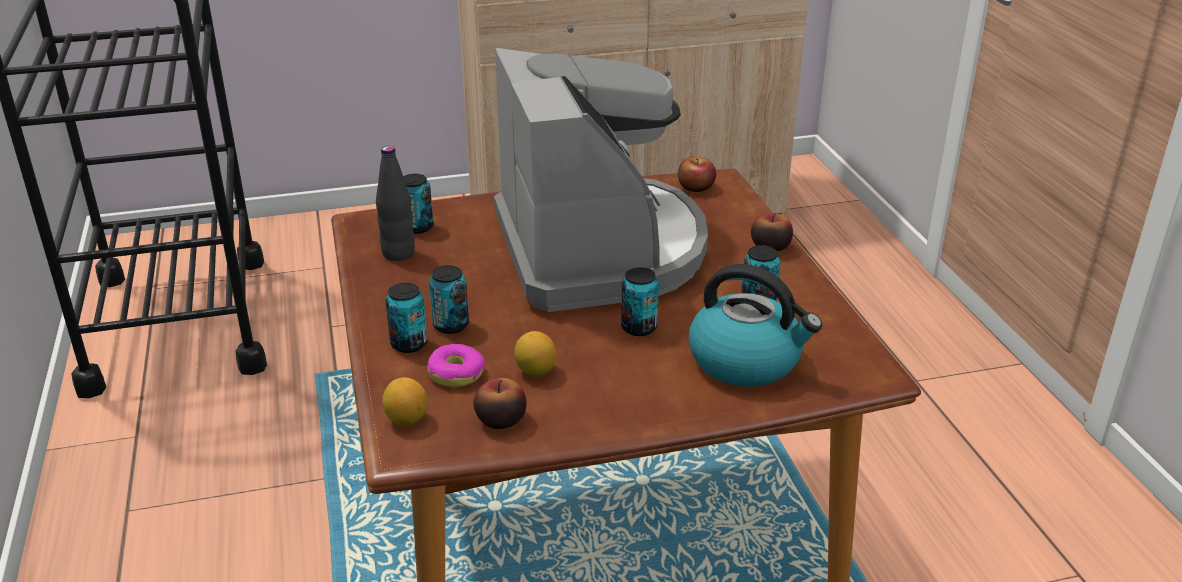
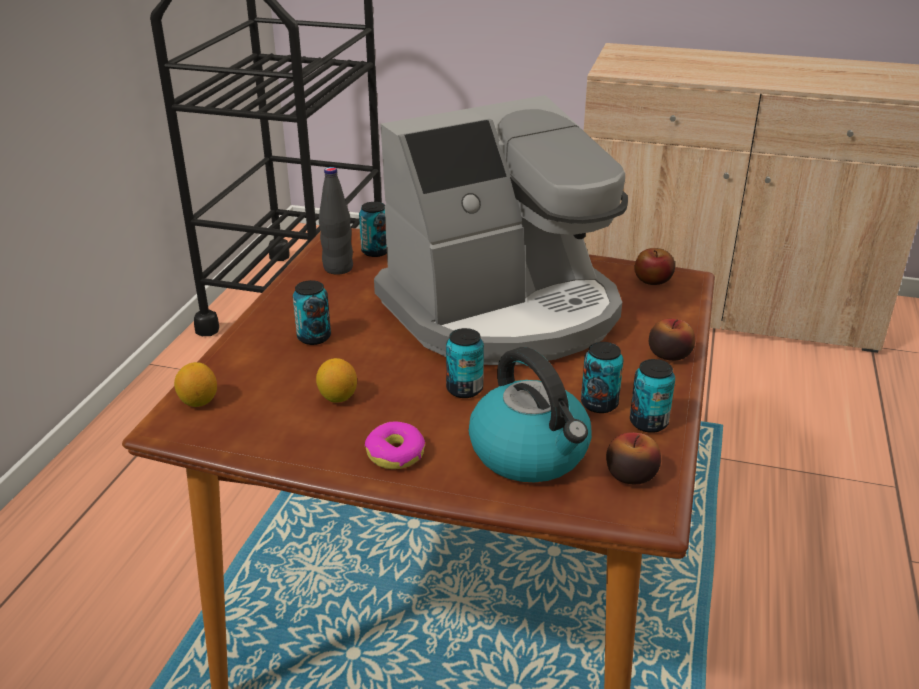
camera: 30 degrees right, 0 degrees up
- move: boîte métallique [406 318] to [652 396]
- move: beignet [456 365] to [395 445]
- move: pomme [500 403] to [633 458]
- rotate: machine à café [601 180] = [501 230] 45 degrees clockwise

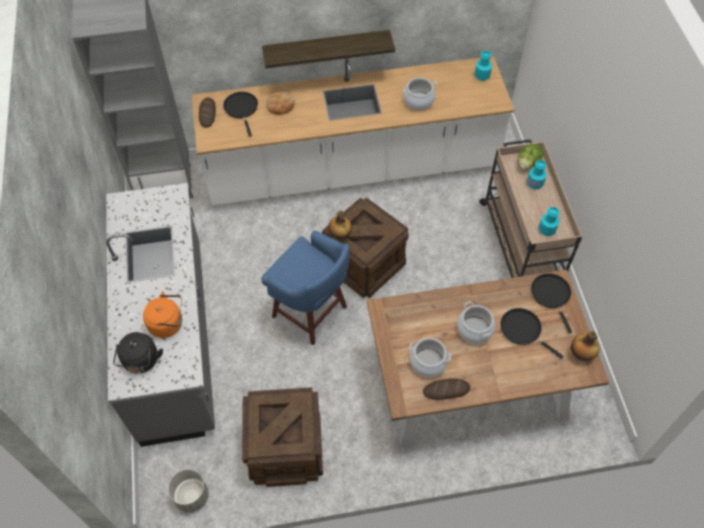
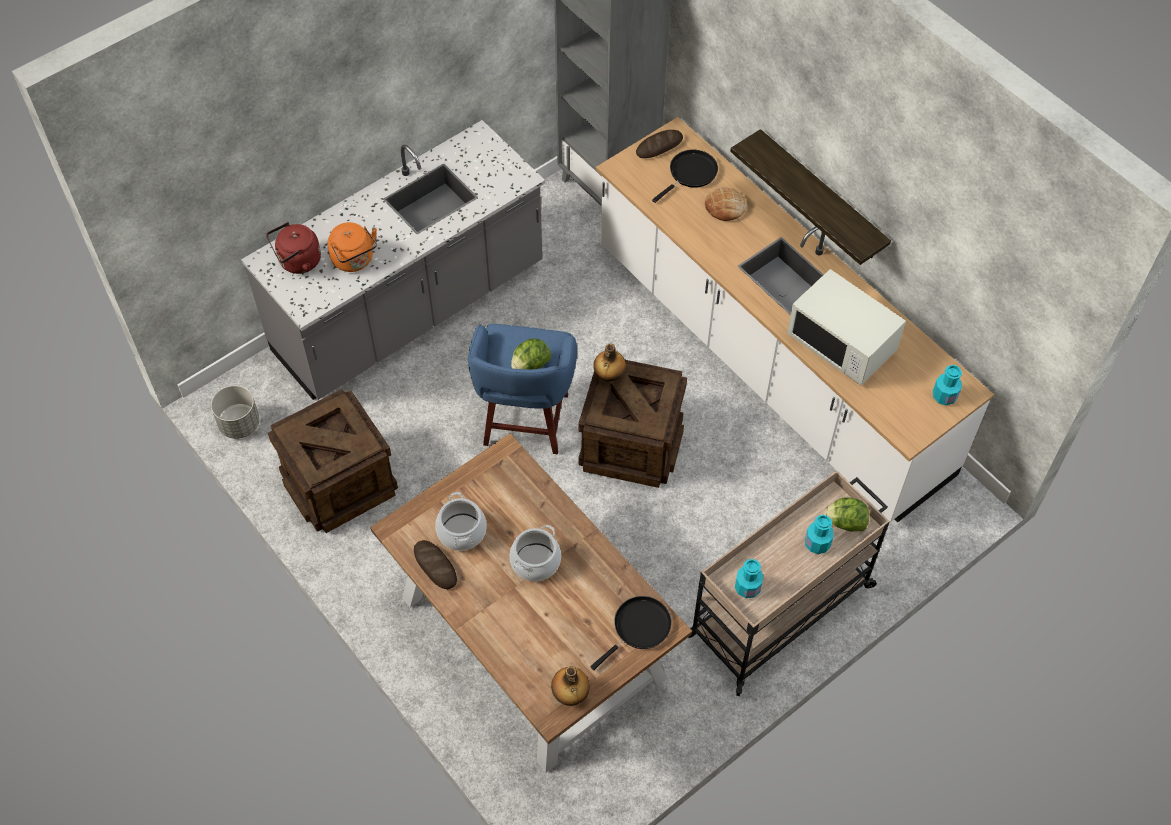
camera: 60 degrees right, 0 degrees up
- delete: poêle/noir [532 333]
- insert: laitue [531 353]
- replace: marmite [420 93] to micro-ondes/blanc [846 327]
- recolor: bouilloire/noir [138 353] to bouilloire/rouge [293 248]

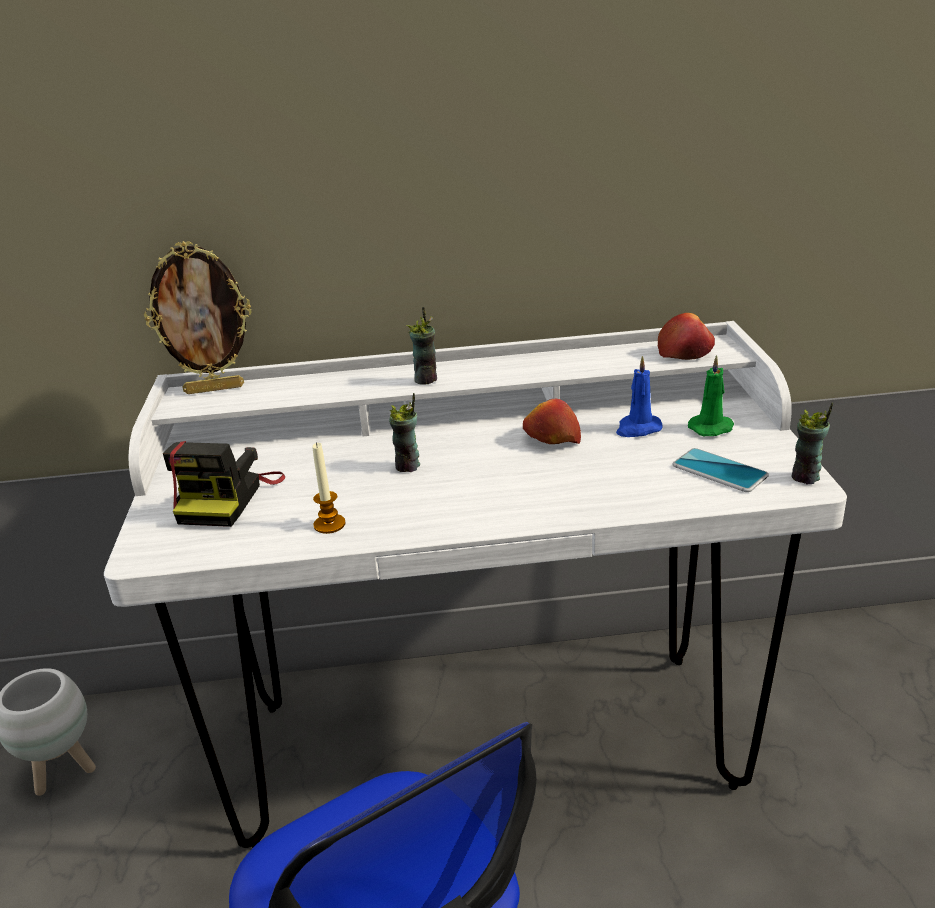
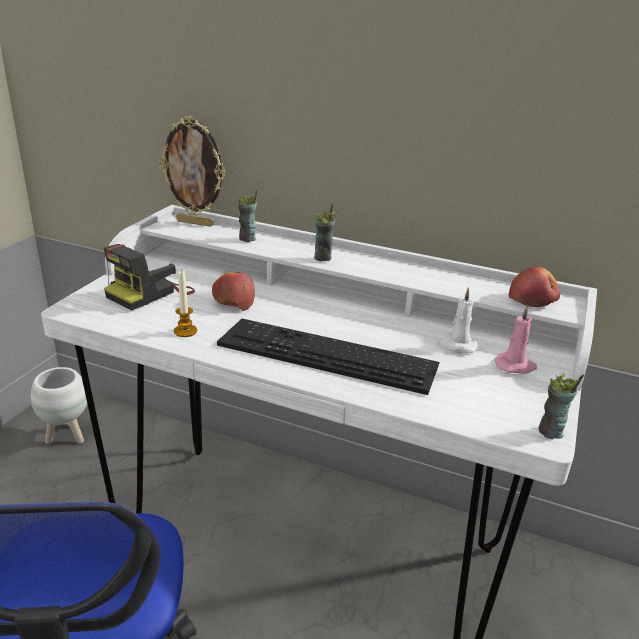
camera: 25 degrees right, 0 degrees up
- delete: téléphone [721 470]
- insert: clavier [328 357]
- move: tasse [404 432] to [248 216]
- move: pomme [552 421] to [233 291]
- recolor: bougie/bleu [639 396] to bougie/blanc [457 320]
- recolor: bougie/vert [711 395] to bougie/rose [515 339]

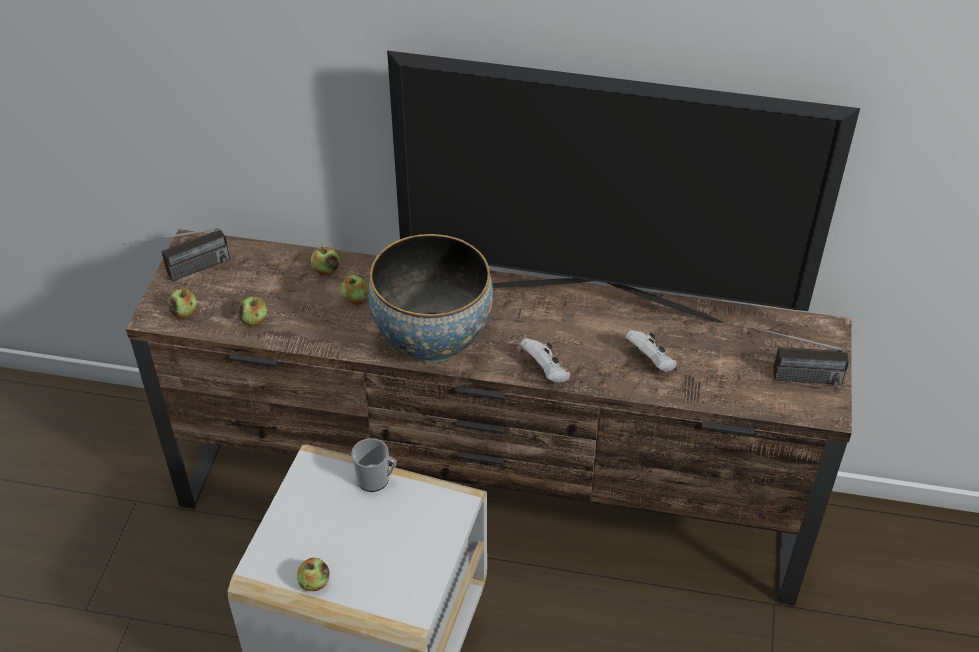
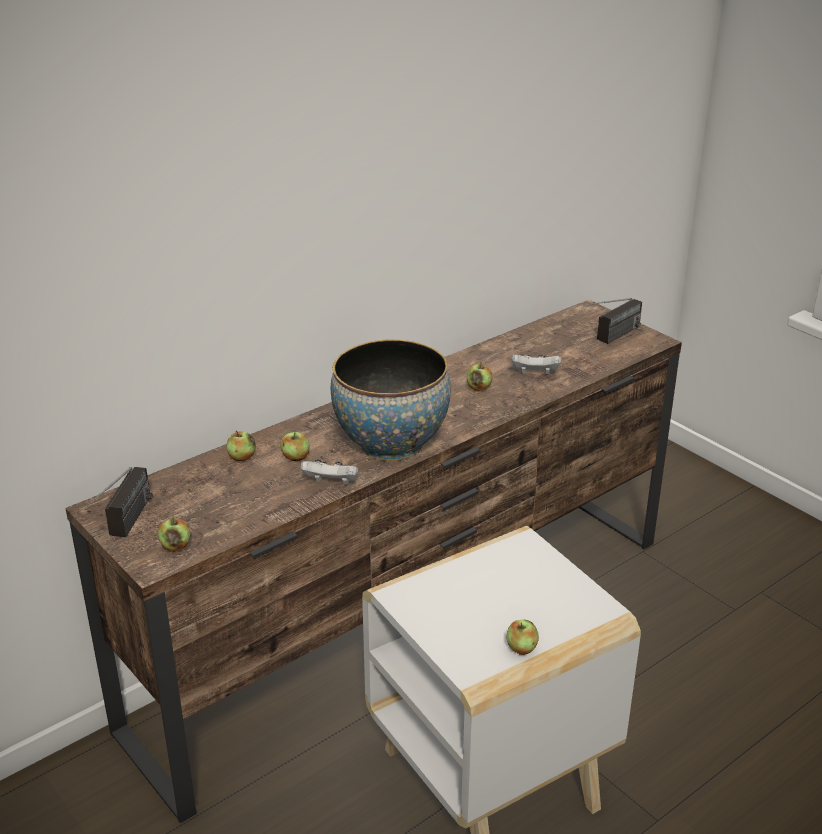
camera: 50 degrees left, 15 degrees down
- delete: mug [374 465]
- delete: téléviseur [623 187]
- move: pomme [252 311] to [479 376]
- move: manette/blanc [545 360] to [329 472]

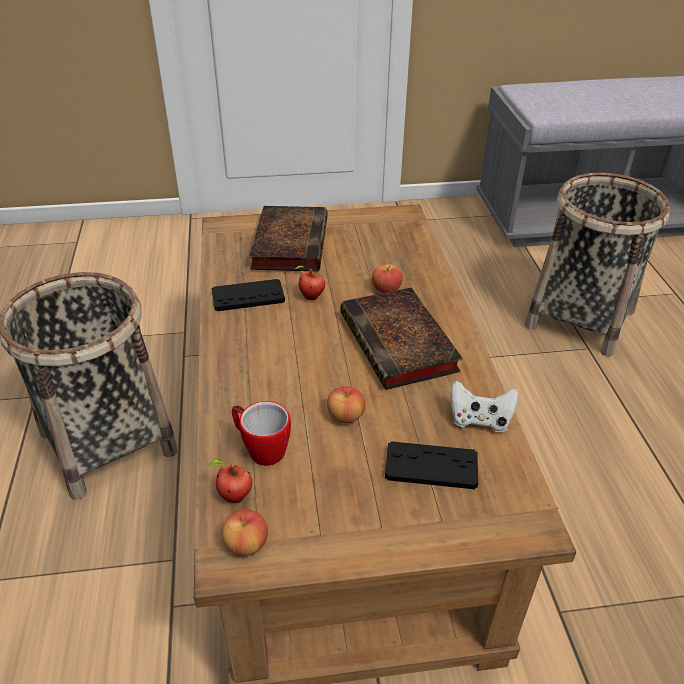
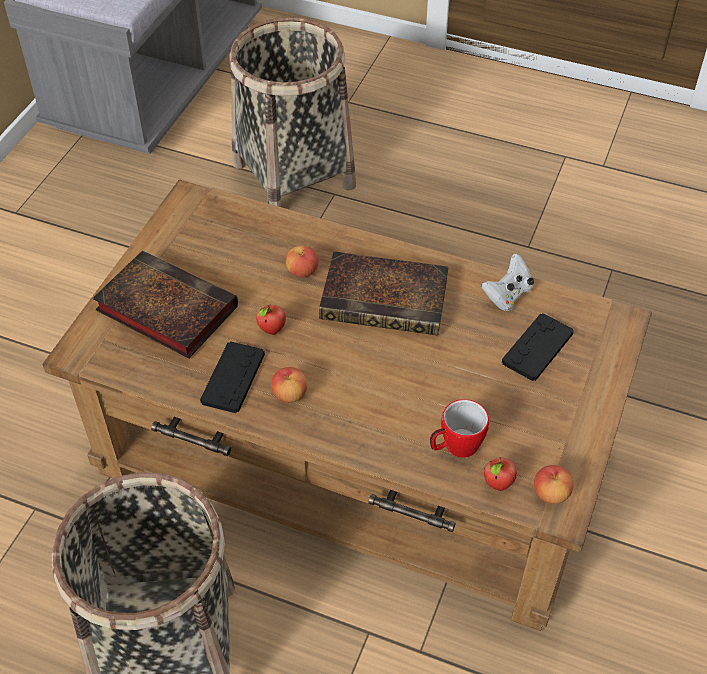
camera: 60 degrees left, 10 degrees up
- move: pomme [346 404] to [289 385]

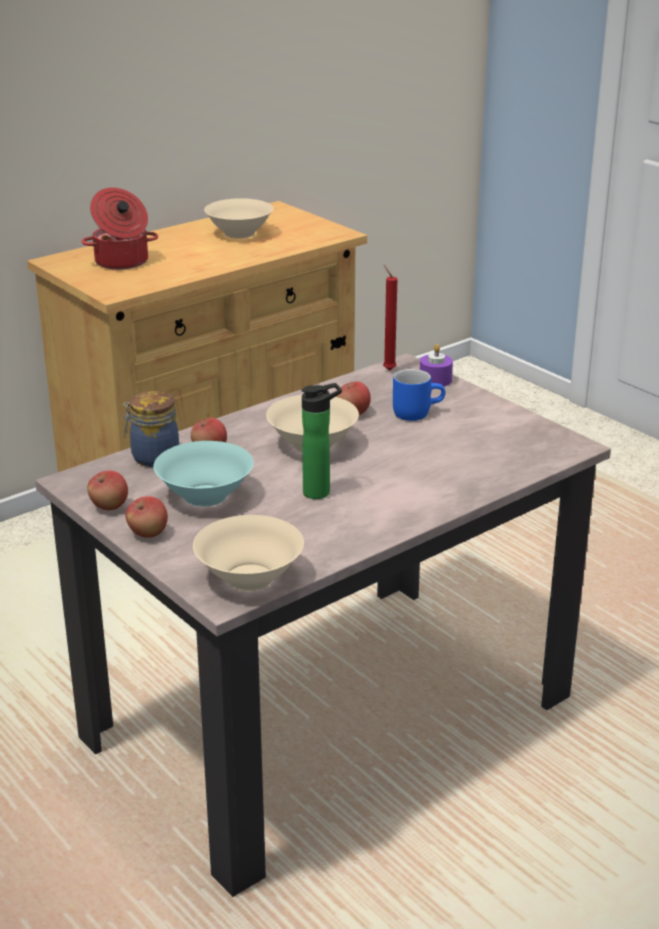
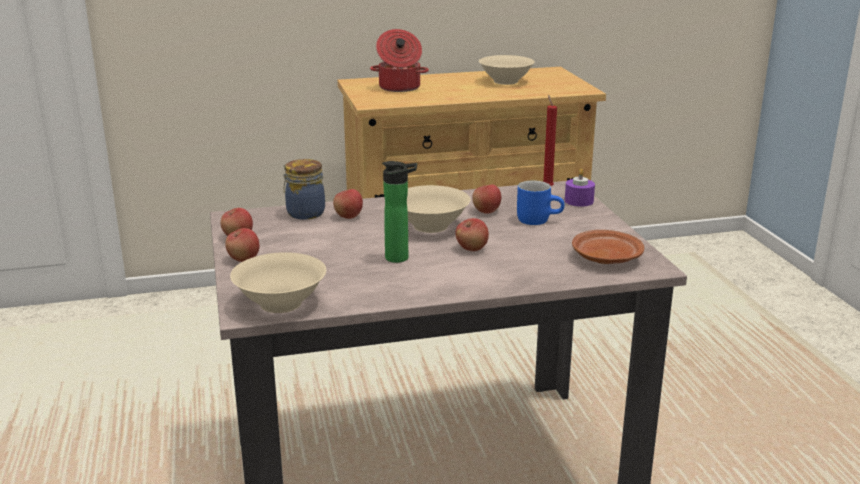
camera: 25 degrees right, 5 degrees down
- delete: bol/turquoise [204 474]
- insert: pomme [472 234]
- insert: assiette/marron [608 247]

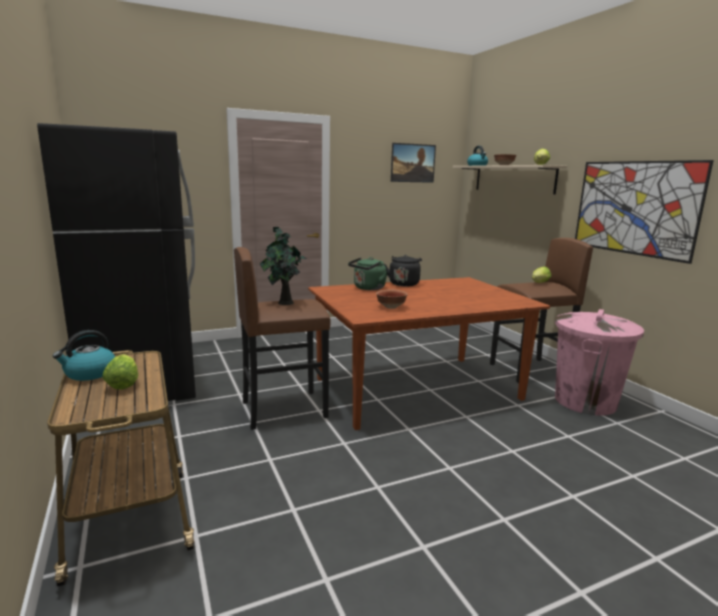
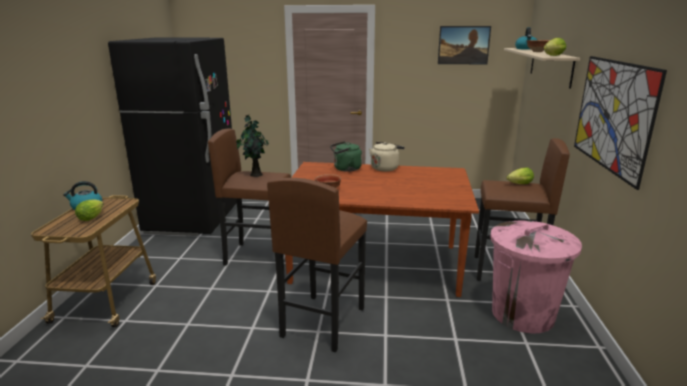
camera: 30 degrees right, 5 degrees up
- insert: tabouret/marron [317 265]
- recolor: bouilloire/noir [402 270] to bouilloire/beige [387 156]

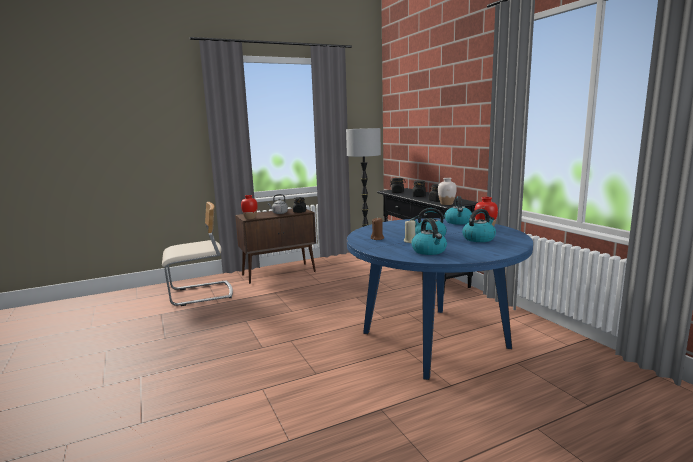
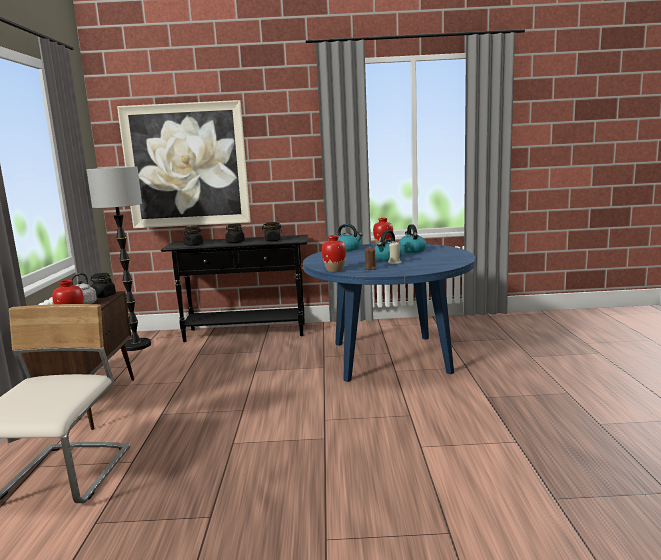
camera: 65 degrees left, 0 degrees up
- delete: bouilloire [429 236]
- delete: vase/blanc [447 191]
- insert: tableau [184 164]
- insert: vase/rouge [334 253]

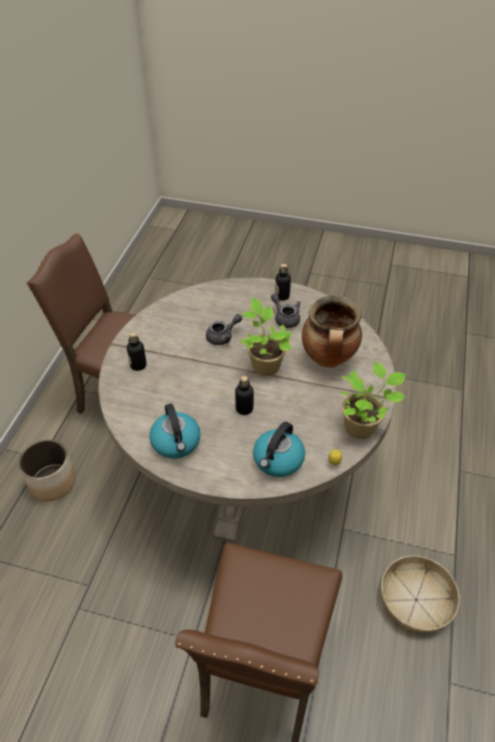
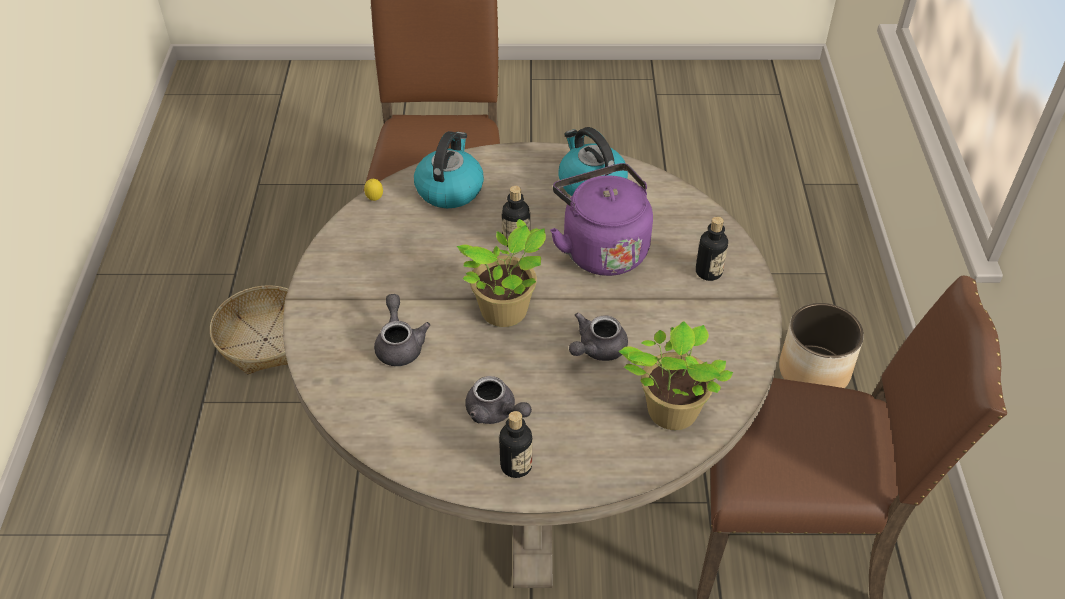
camera: 165 degrees right, 0 degrees up
- insert: bouilloire/violet [601 219]
- move: plante en pot [372 400] to [676 375]
- replace: marmite [332 331] to théière/gris [402 330]

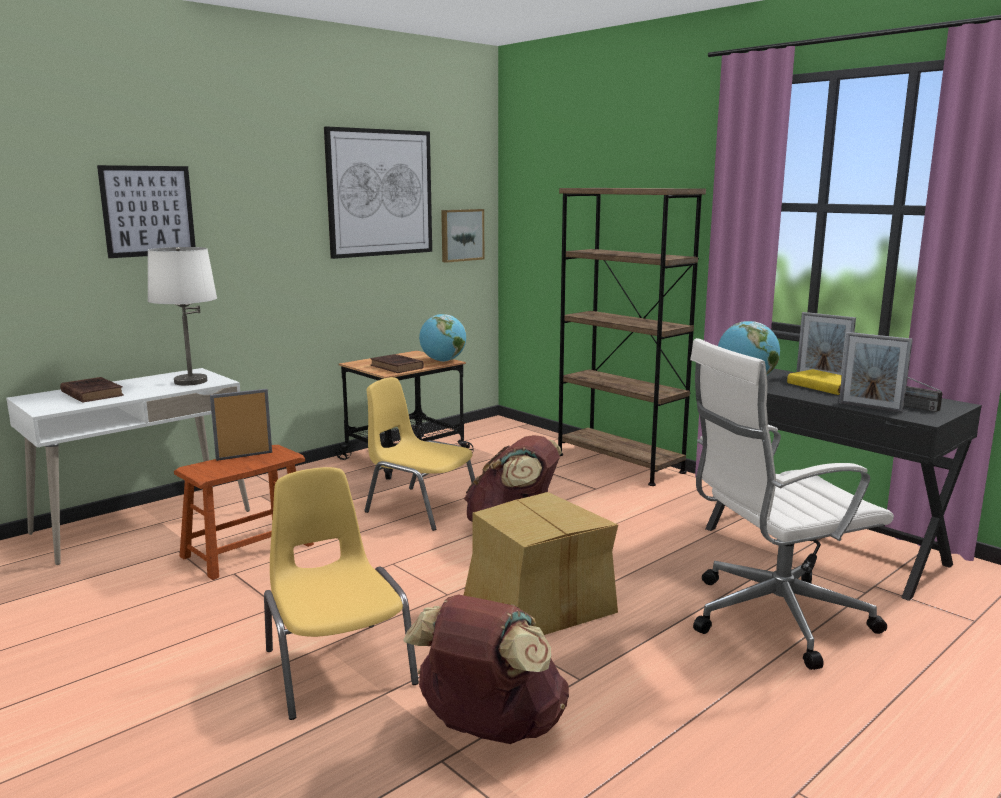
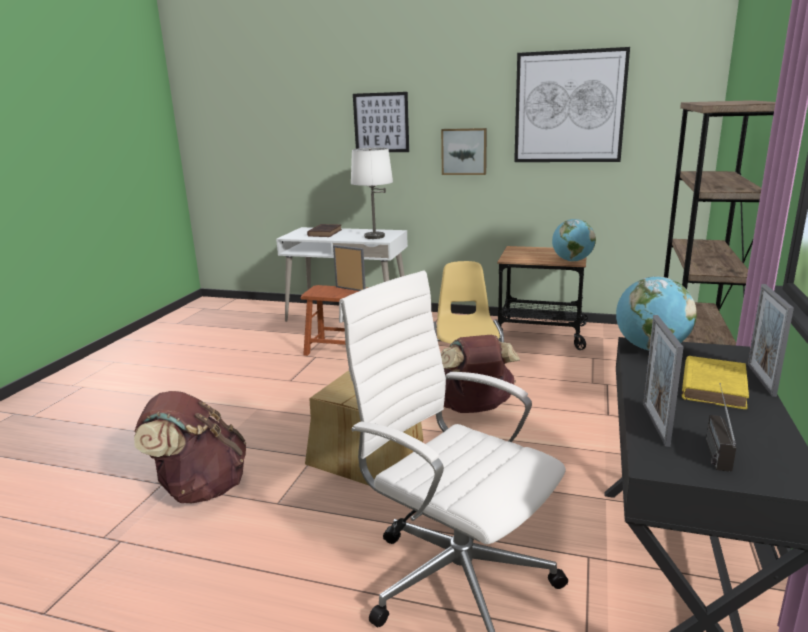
camera: 60 degrees right, 5 degrees up
- delete: chaise/jaune [341 593]
- delete: livre/marron [397 363]
- move: tableau [462 236] to [464 151]

